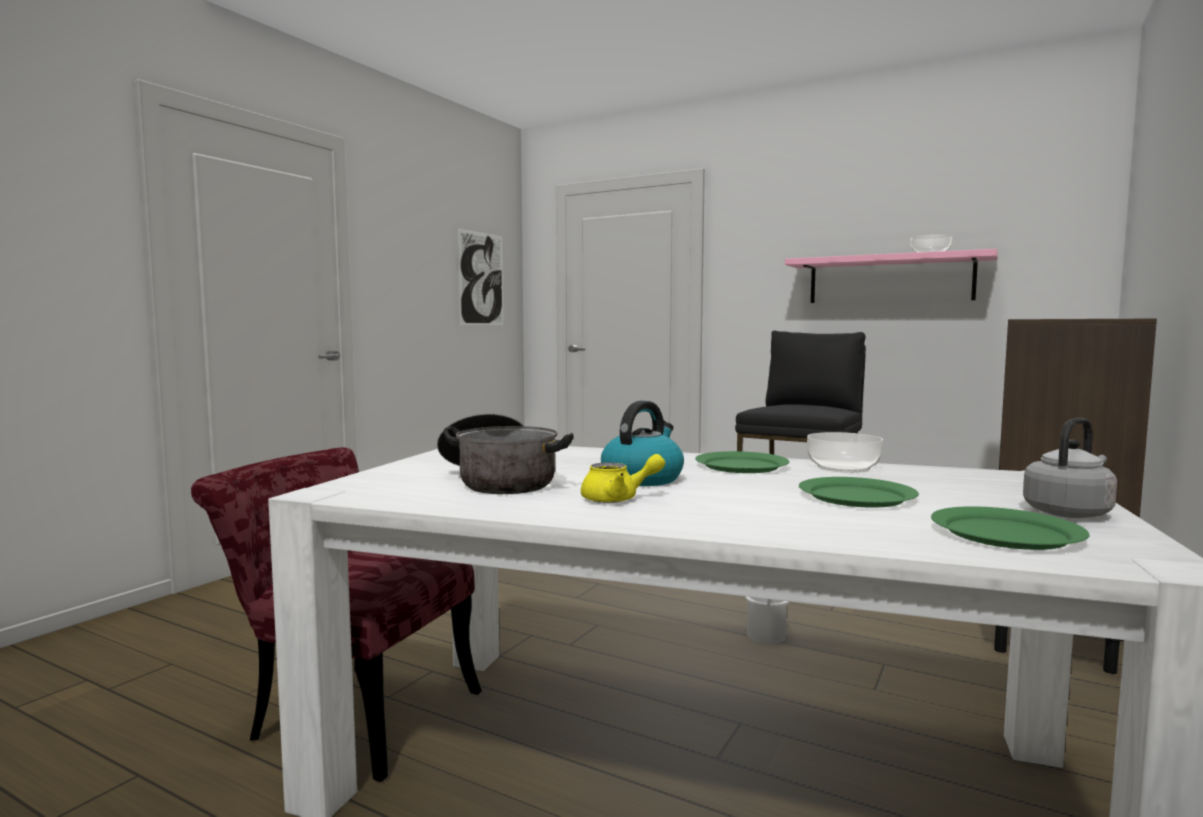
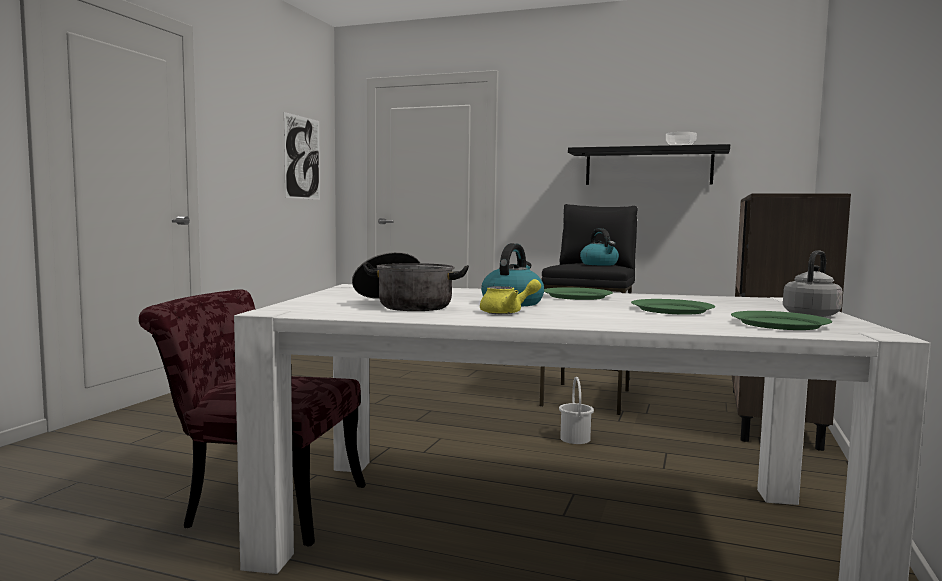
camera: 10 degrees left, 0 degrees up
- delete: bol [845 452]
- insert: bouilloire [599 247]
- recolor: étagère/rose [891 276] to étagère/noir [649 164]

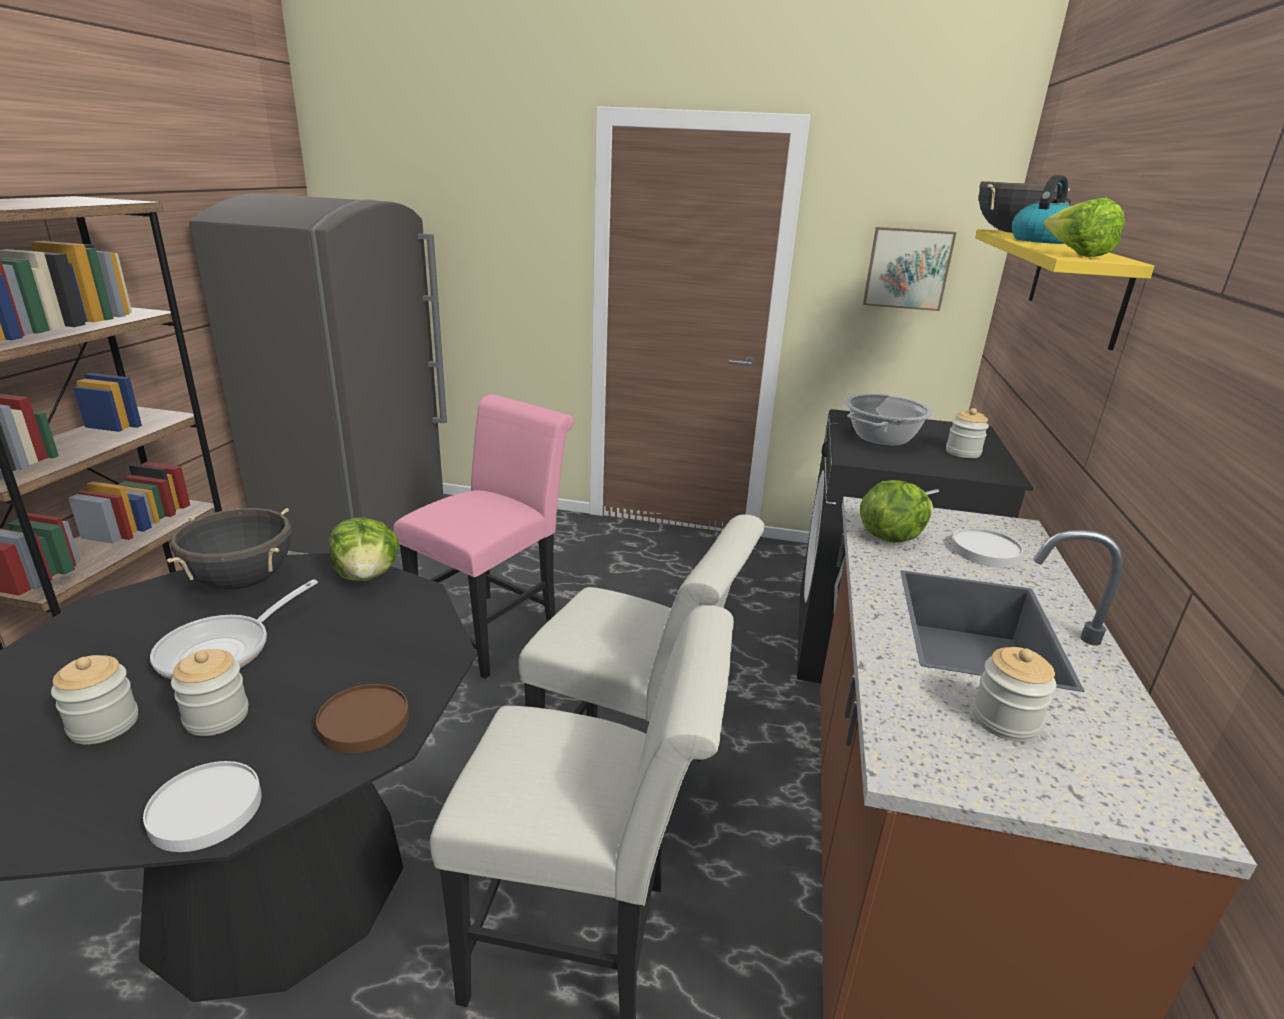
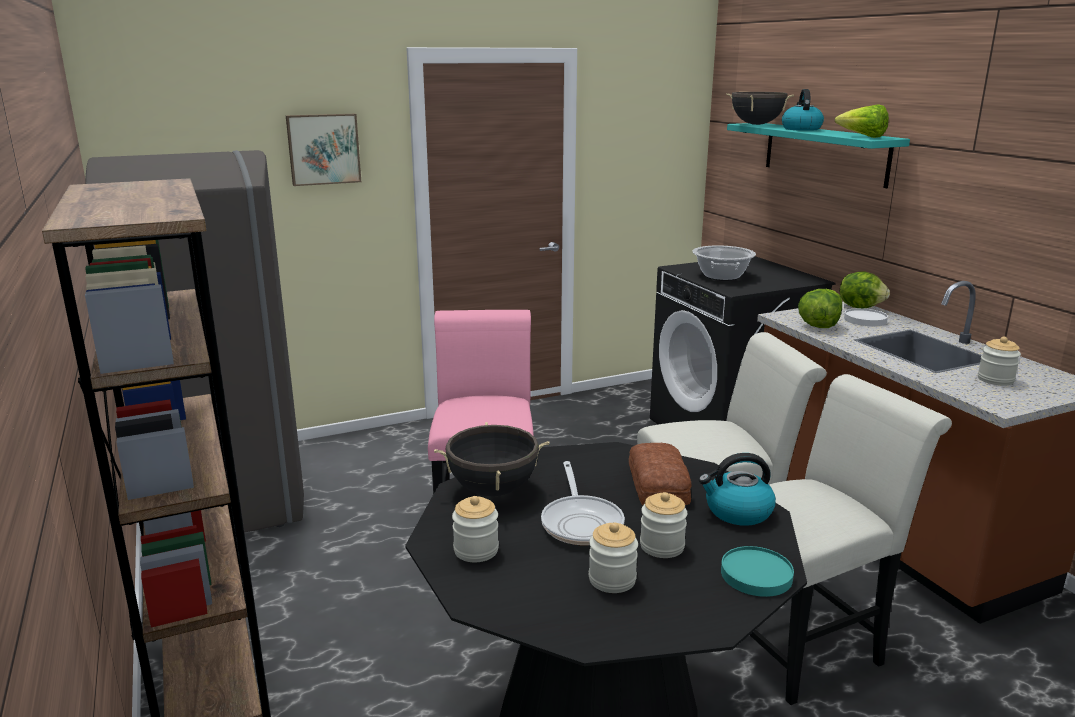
camera: 35 degrees left, 5 degrees down
- insert: pain [660 474]
- move: laitue [364 549] to [865 289]
- move: tableau [909 269] to [323 150]
- move: bocal [967 433] to [475 529]
- replace: assiette/marron [362 718] to bouilloire [737 489]
- recolor: assiette/blanc [202 806] to assiette/turquoise [757 571]
- recolor: étagère/jaune [1064 289] to étagère/turquoise [818 155]

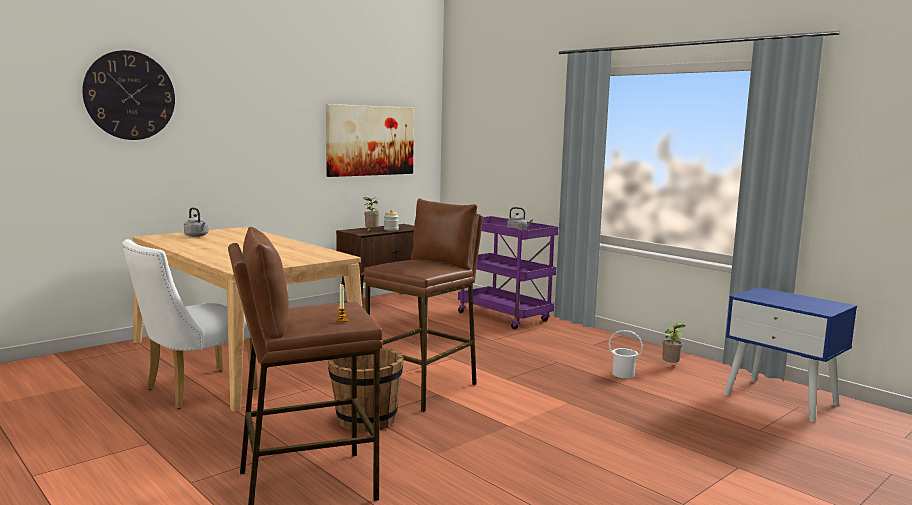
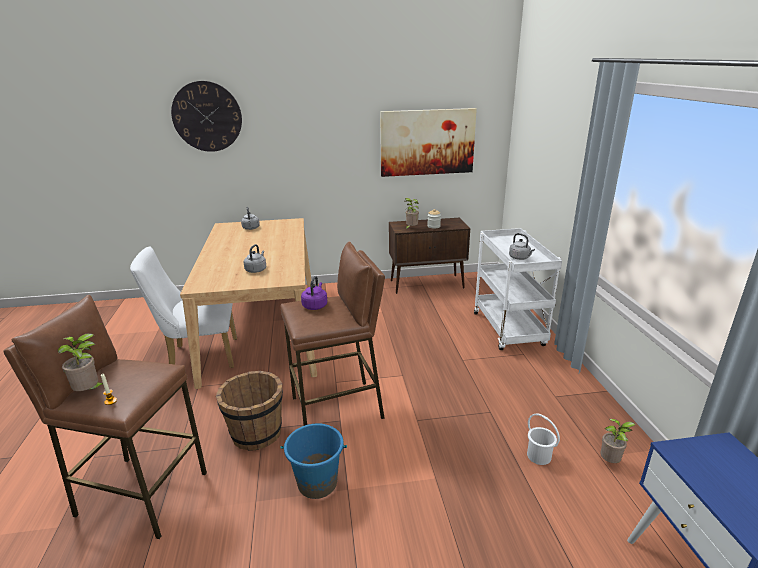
camera: 35 degrees right, 15 degrees up
- insert: plante en pot [80 362]
- insert: bouilloire/gris [255 258]
- insert: seau/bleu [314 461]
- insert: bouilloire/violet [314 293]
- recolor: chariot/violet [508 272] to chariot/blanc [518 289]

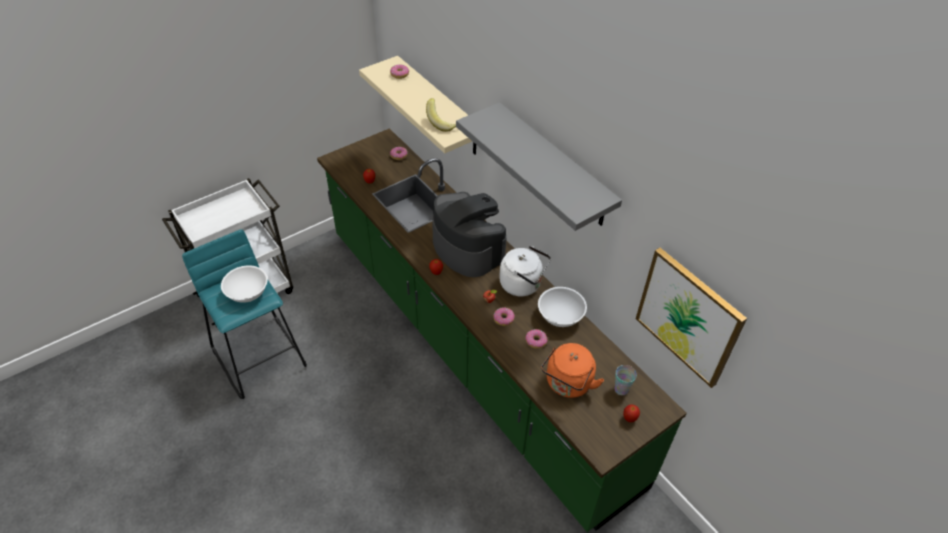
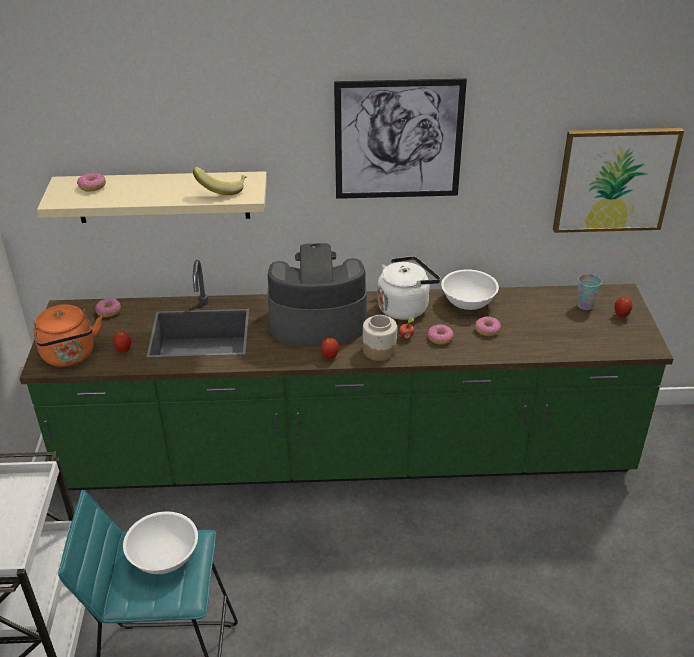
camera: 55 degrees left, 10 degrees down
- insert: bocal [380 338]
- move: bouilloire/orange [572 370] to [67 336]
- replace: étagère/gris [539 166] to tableau [400 138]

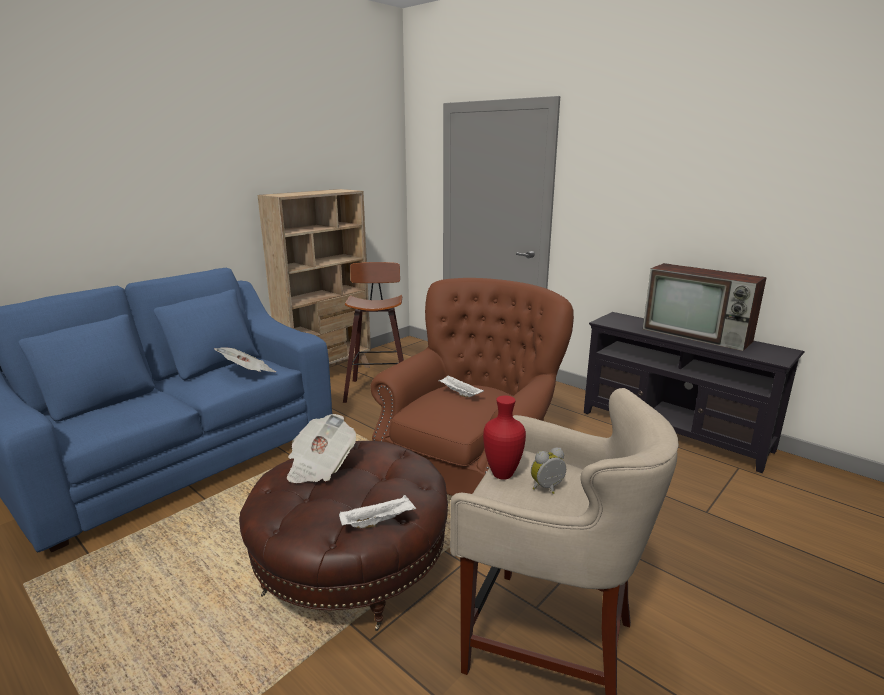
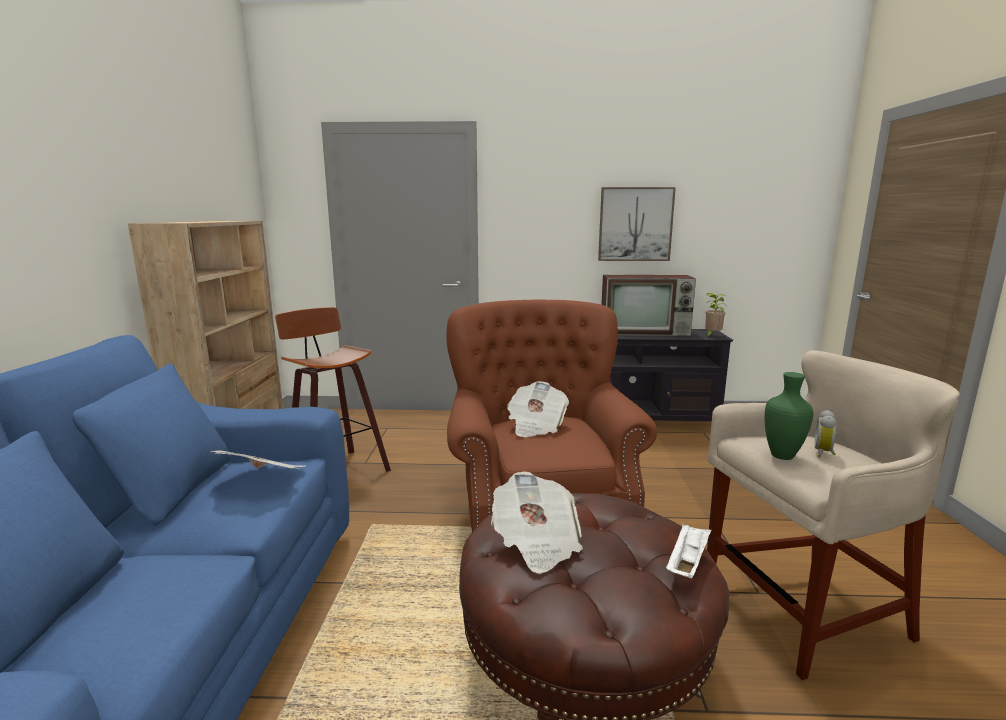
camera: 40 degrees left, 5 degrees down
- insert: tableau [637 224]
- insert: plante en pot [716 315]
- replace: plateau/blanc [461 386] to journal [538 409]
- recolor: vase/rouge [504 437] to vase/vert [789 416]

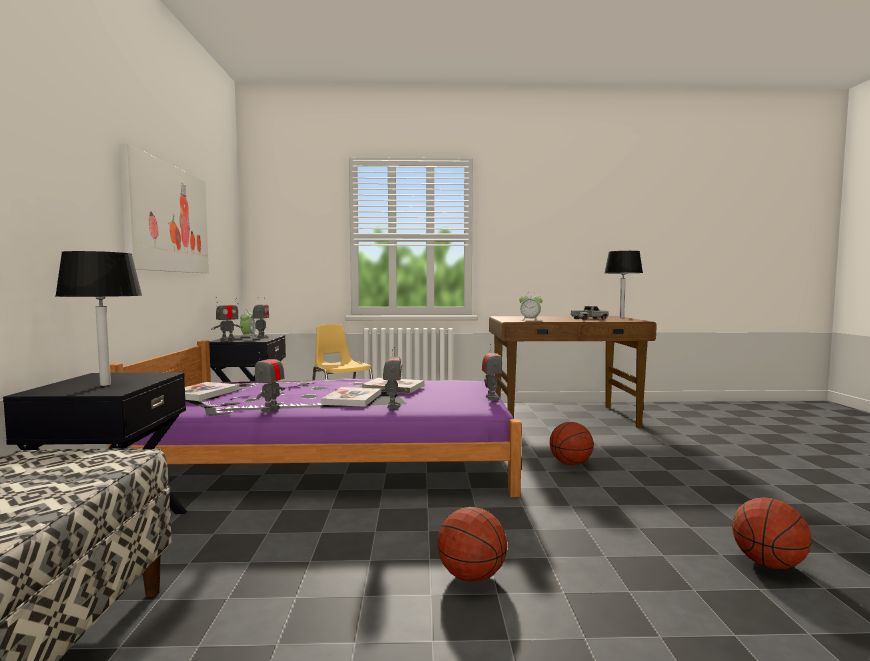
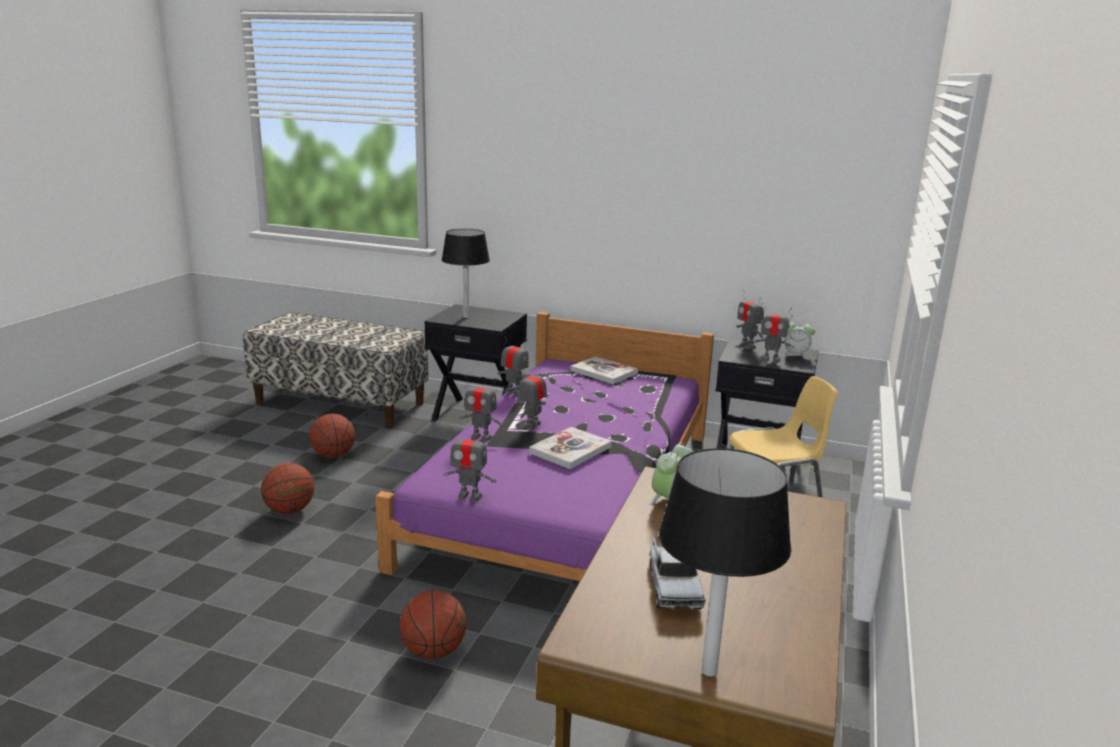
camera: 110 degrees right, 15 degrees up
- delete: tableau [164 208]
- move: ballon de basket [771 533] to [332 436]
- replace: livre [351 397] to robot jouet [533 396]

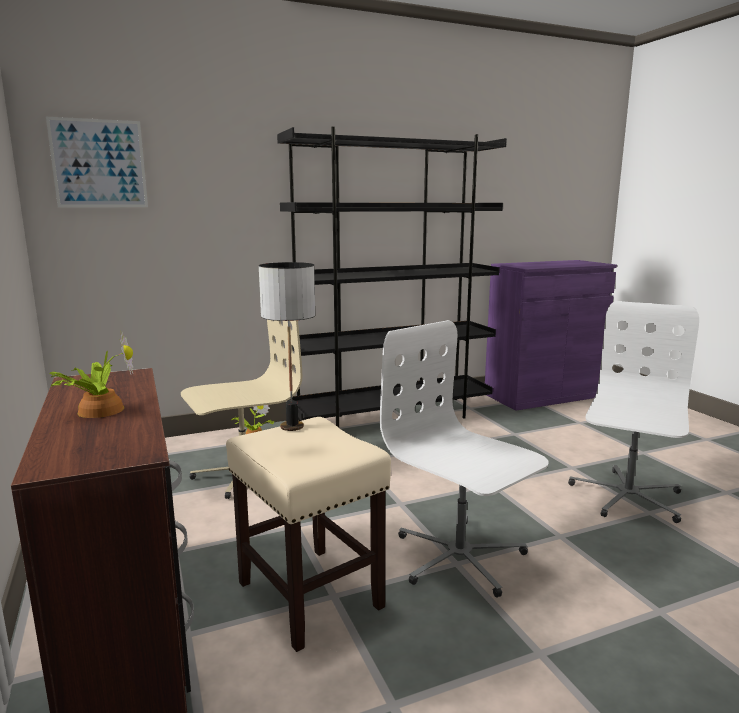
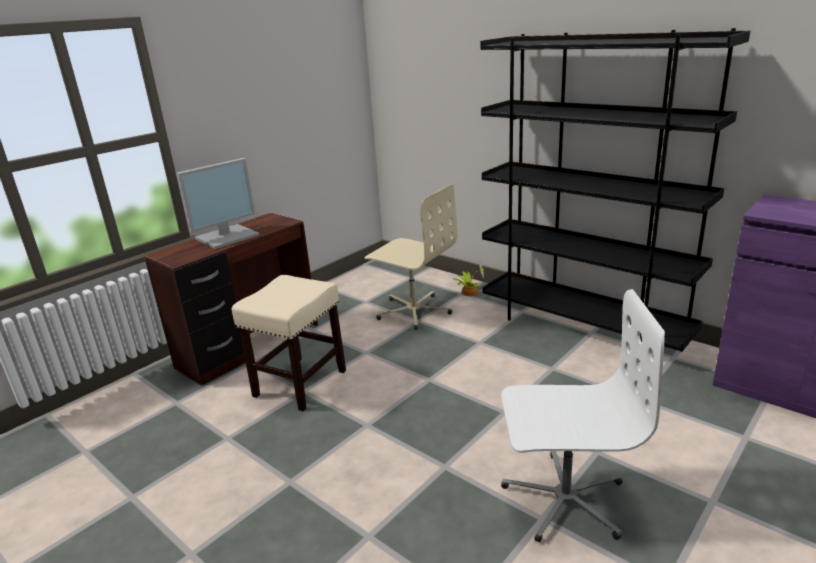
camera: 65 degrees right, 10 degrees up
- delete: tableau [97 162]
- delete: lampe de table [287 346]
- delete: chaise de bureau/blanc [464 459]
- replace: plante en pot [91 375] to écran d'ordinateur [217 203]

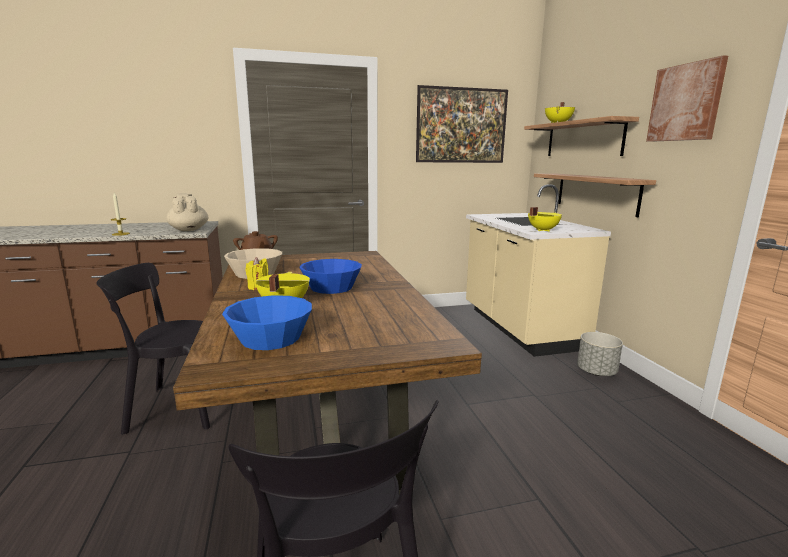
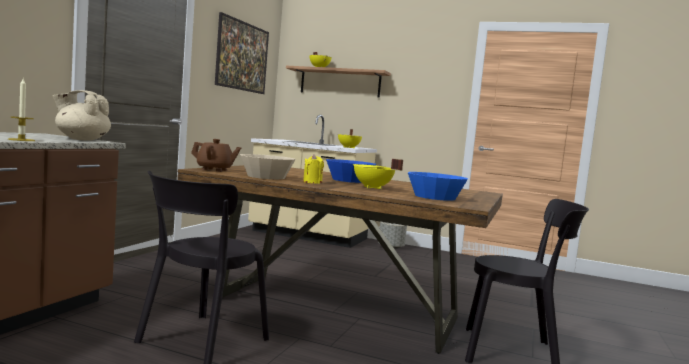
camera: 55 degrees left, 10 degrees down
- delete: étagère [595 195]
- delete: tableau [687 98]

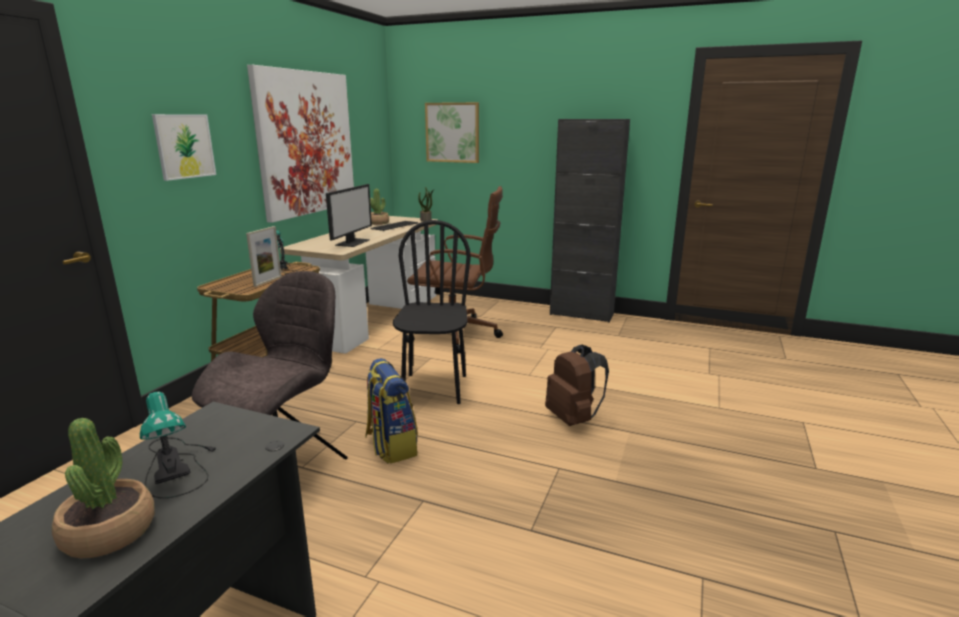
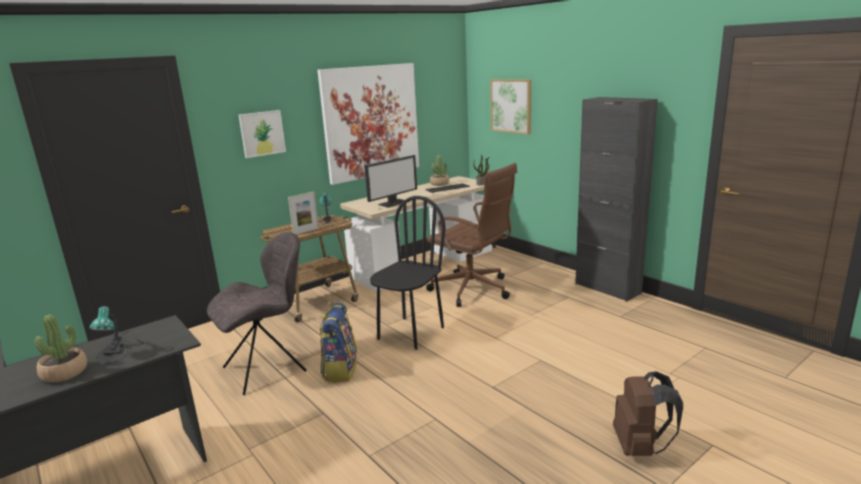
camera: 30 degrees right, 0 degrees up
- move: sac à dos/marron [577 385] to [648 413]

